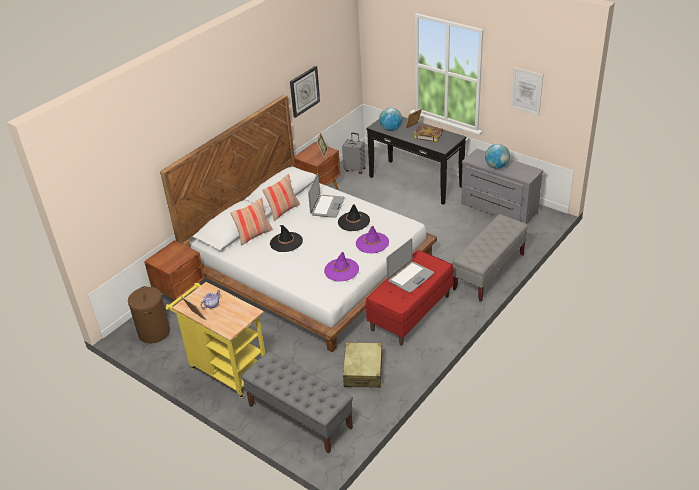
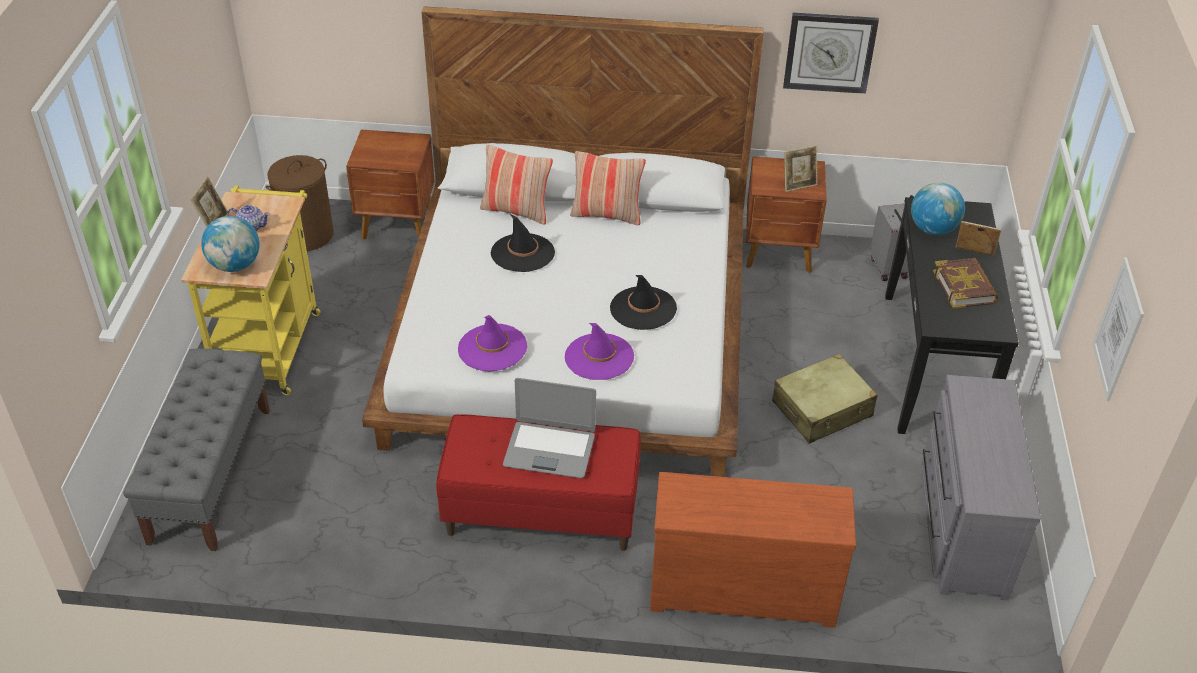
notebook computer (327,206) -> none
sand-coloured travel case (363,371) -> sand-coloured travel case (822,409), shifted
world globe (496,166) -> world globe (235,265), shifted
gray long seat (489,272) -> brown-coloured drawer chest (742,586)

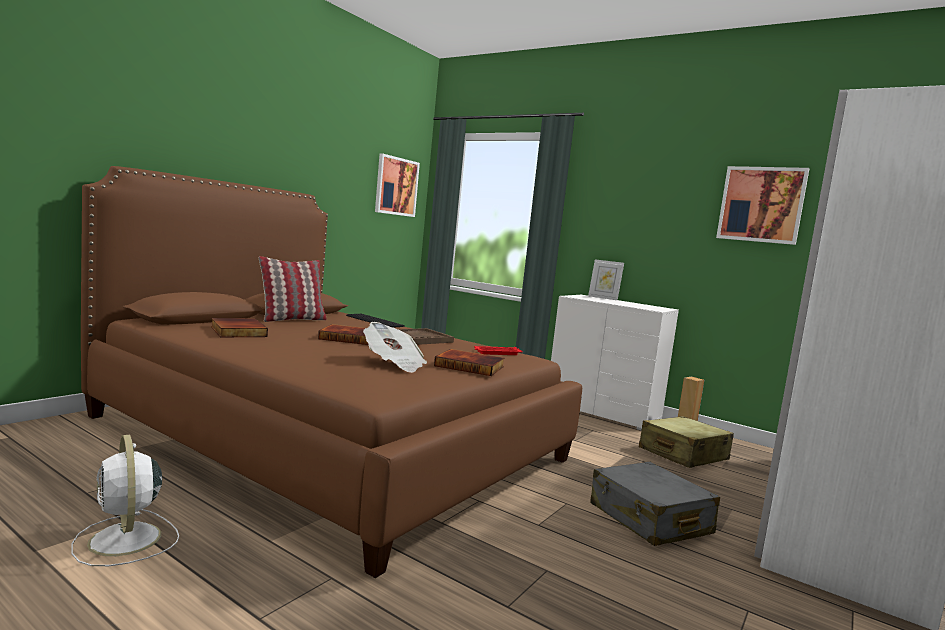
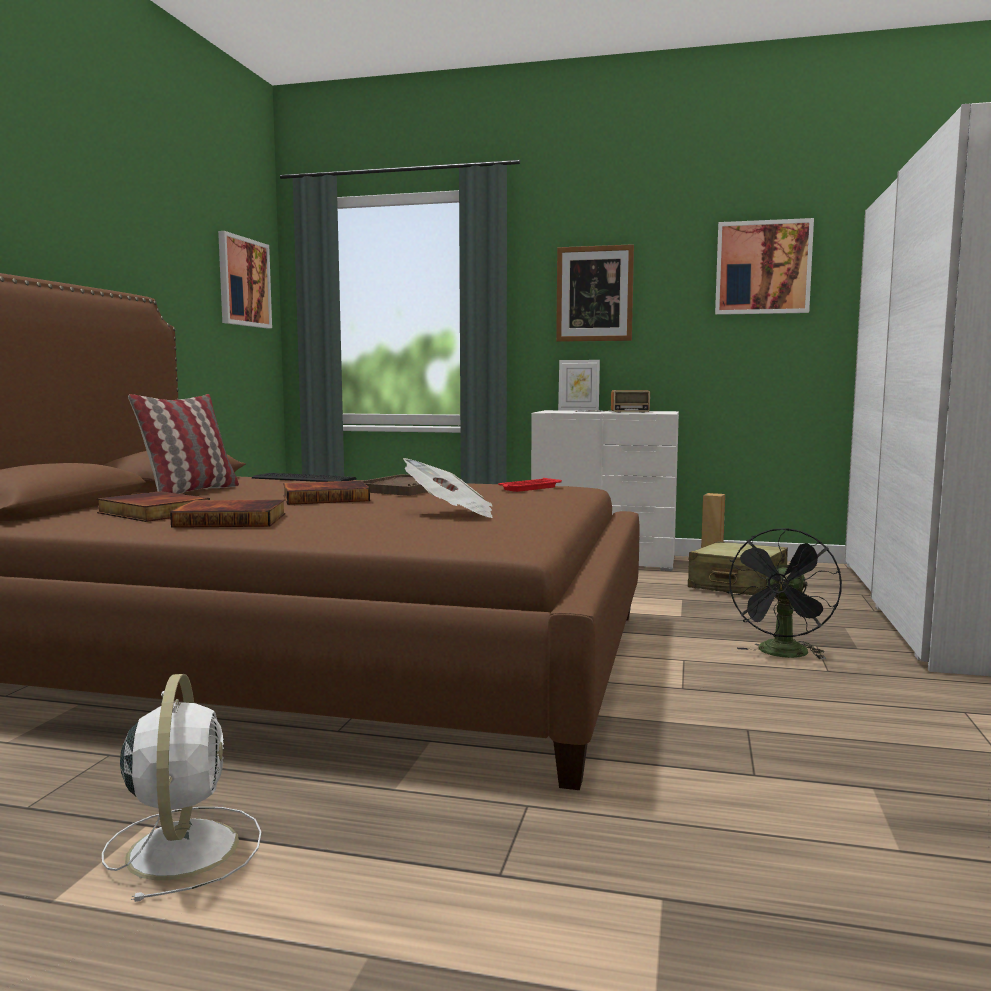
none -> wall art (594,294)
none -> radio receiver (609,411)
book (470,366) -> book (232,520), shifted
gray travel case (649,519) -> black-coloured cooling fan (783,655)
white cooling fan (125,540) -> white cooling fan (184,847), 135 degrees counterclockwise

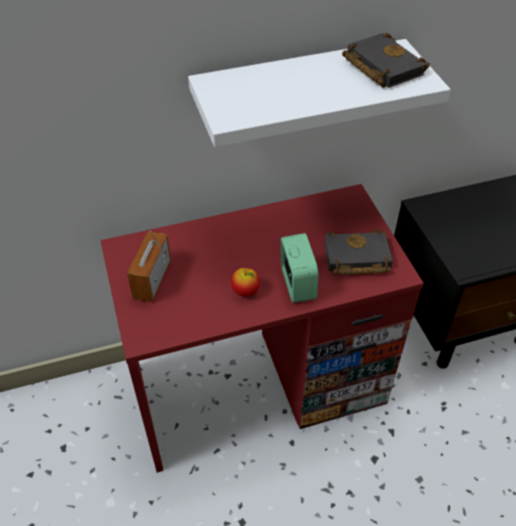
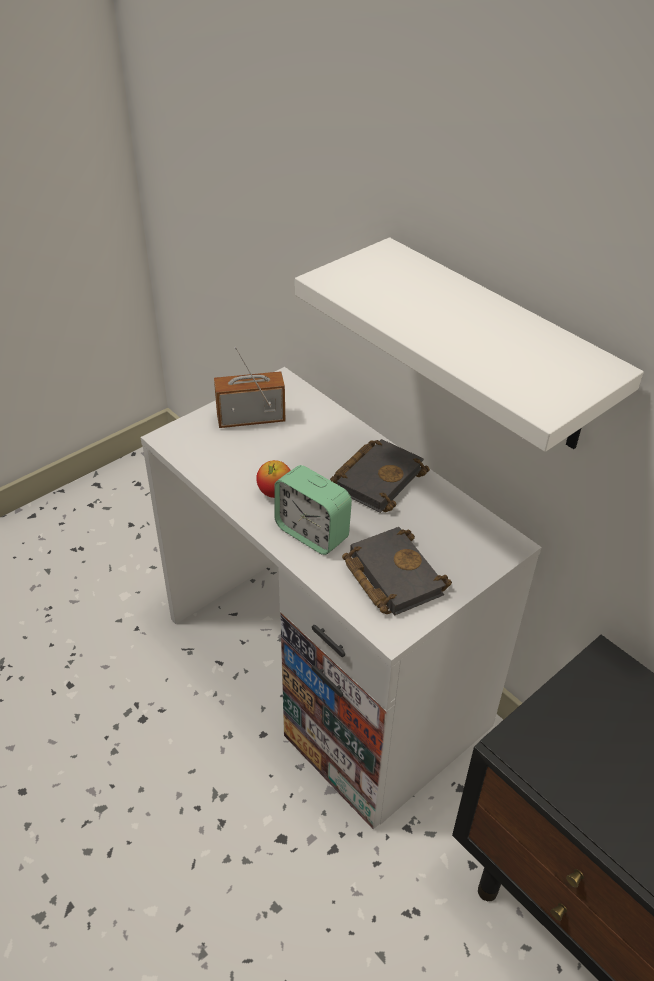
black-coloured book (380,66) -> black-coloured book (378,478), shifted
red desk unit (257,384) -> white desk unit (325,669)
bedside clock (297,284) -> bedside clock (312,533), 75 degrees clockwise

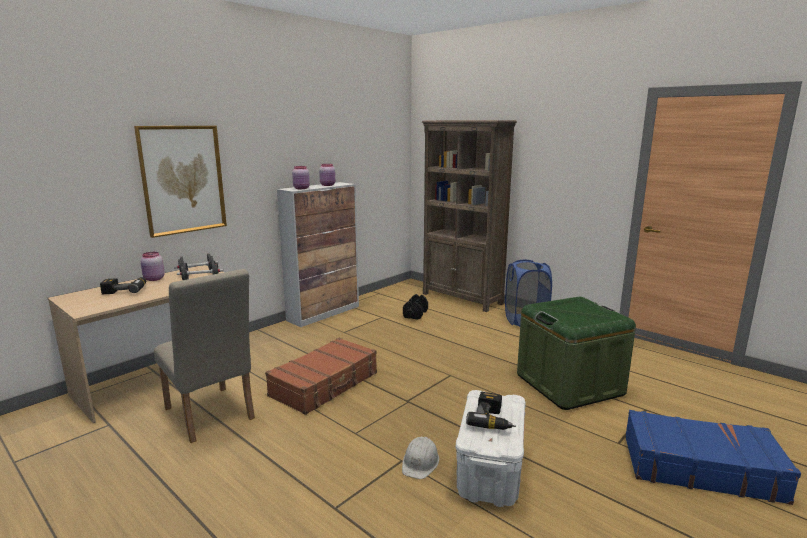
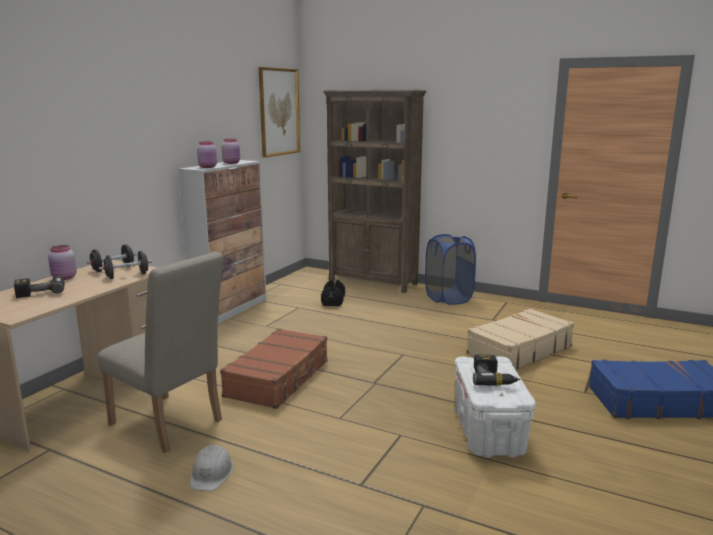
wall art (183,179) -> wall art (279,112), shifted
white hard hat (420,462) -> white hard hat (211,473), shifted
green storage box (569,384) -> sand-coloured travel case (518,349)

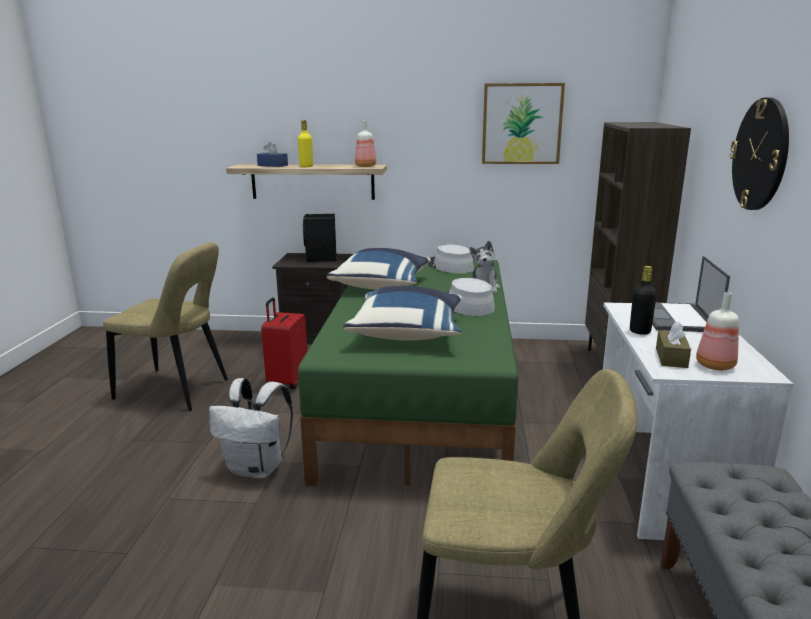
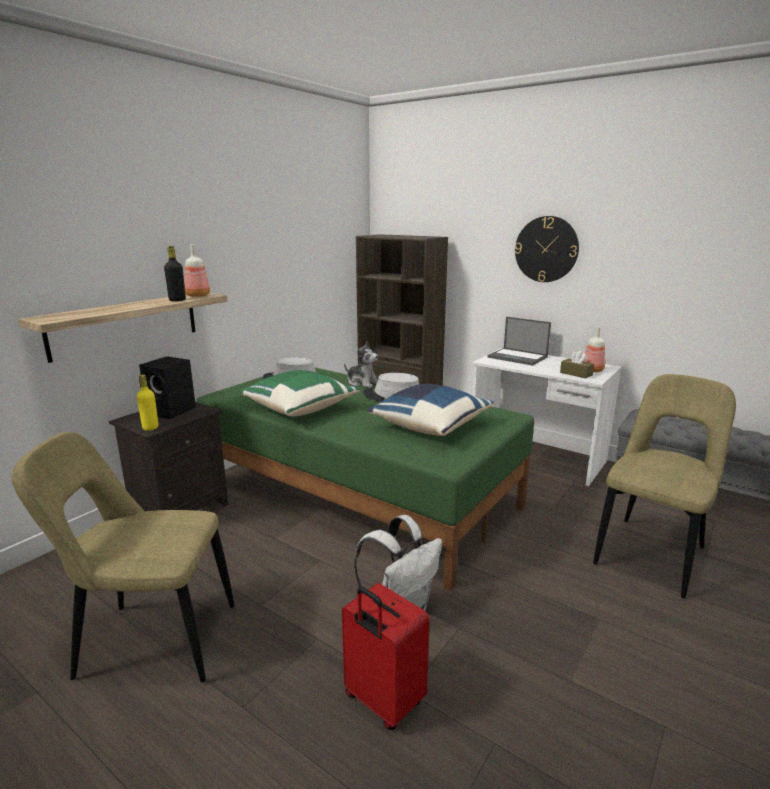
bluish tissue holder (272,165) -> none
wall art (521,124) -> none
red travel case (287,381) -> red travel case (382,701), shifted
yellow bottle (306,166) -> yellow bottle (150,427), shifted
black-coloured bottle (640,331) -> black-coloured bottle (177,300), shifted
bluish pillow (382,286) -> green pillow (299,409)
sand-coloured chair (177,390) -> sand-coloured chair (151,641), 135 degrees counterclockwise

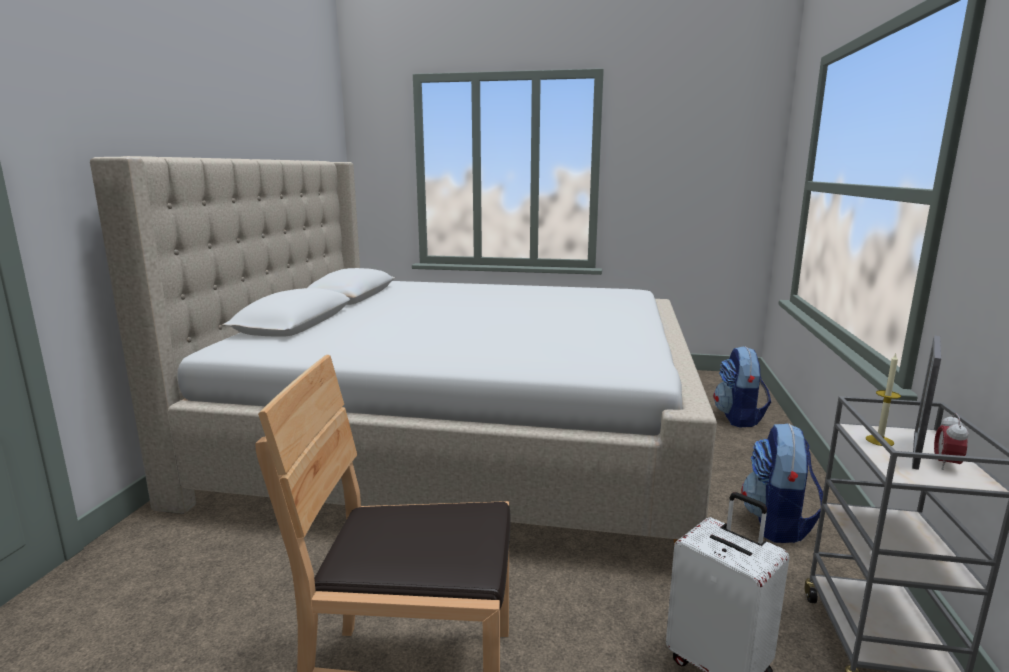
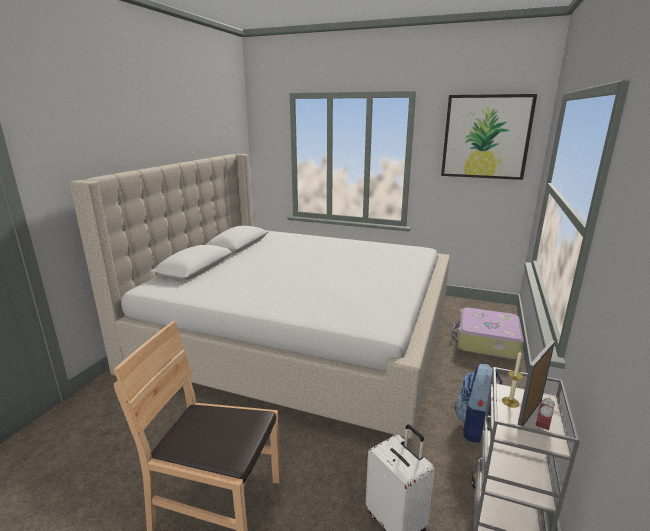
none -> wall art (486,137)
backpack (739,418) -> travel case (486,341)

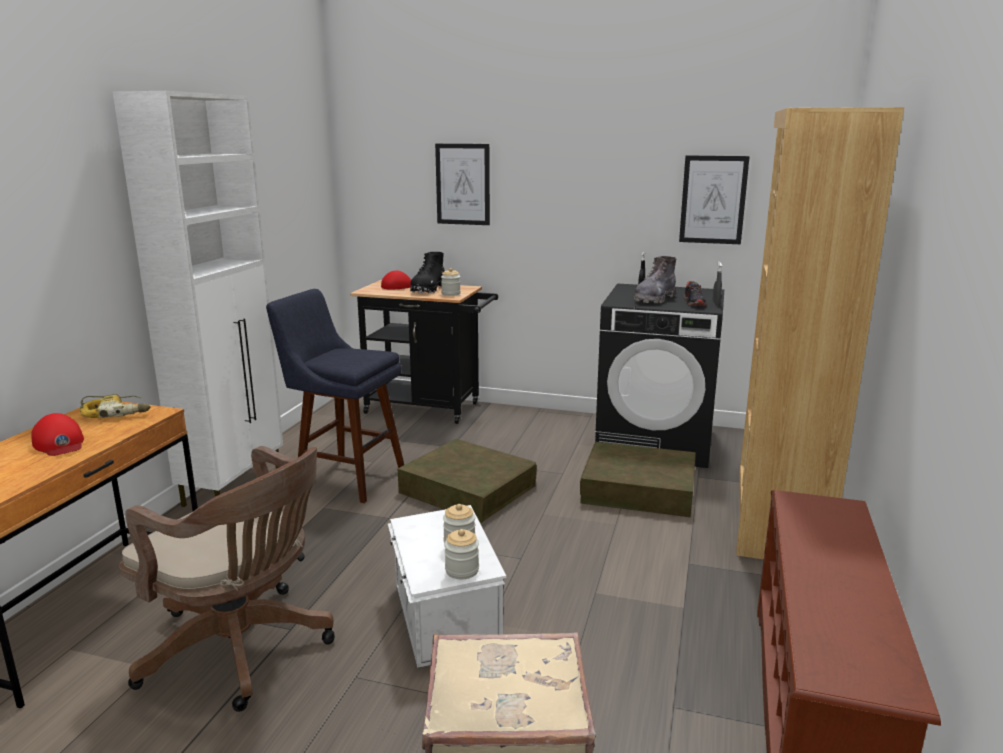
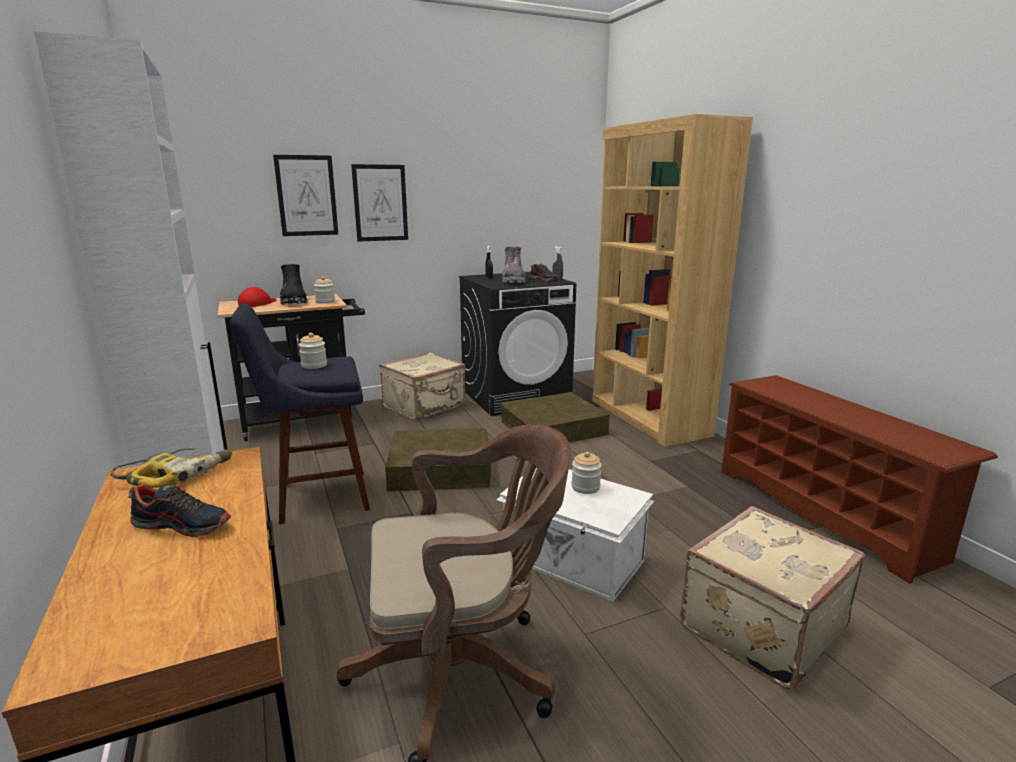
none -> sand-coloured travel case (425,407)
jar (462,570) -> jar (314,365), shifted
wall art (713,200) -> wall art (380,203), shifted
red baseball cap (59,443) -> item of footwear (183,525)

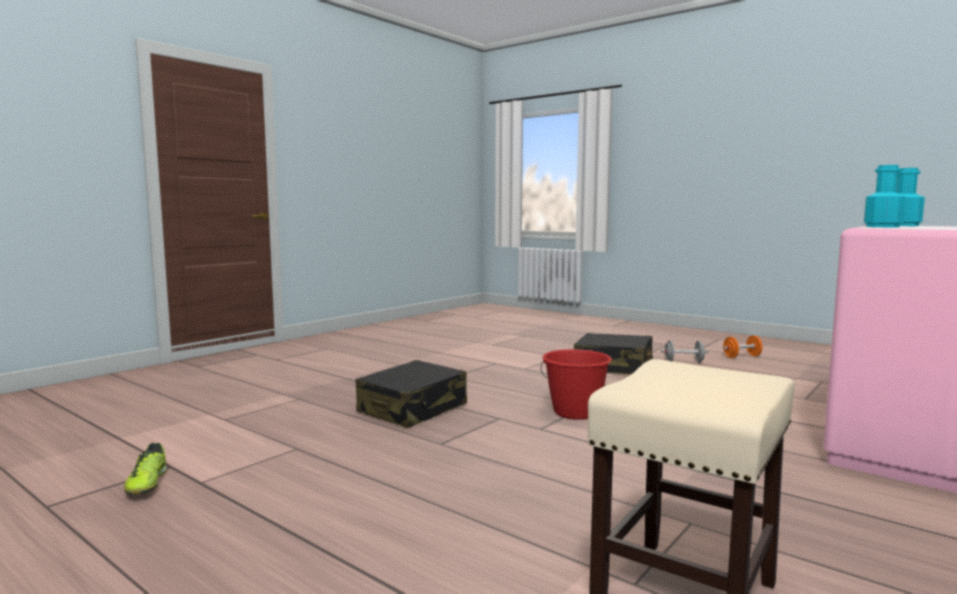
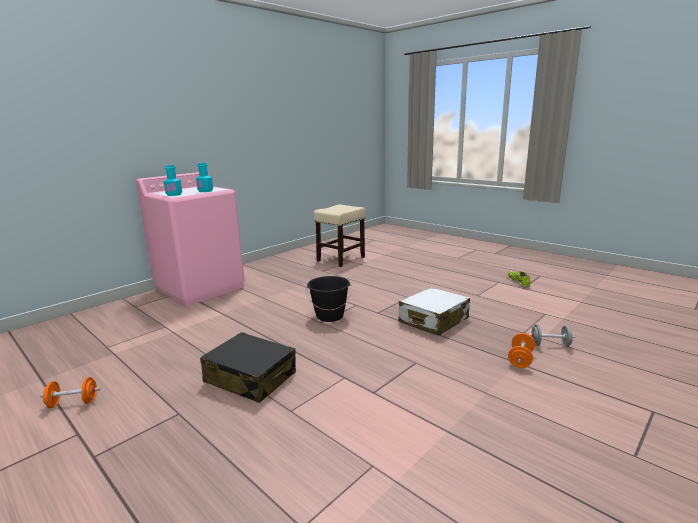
none -> orange hand weight (520,359)
gray hand weight (683,362) -> gray hand weight (550,345), shifted
black-coloured travel case (413,409) -> white travel case (433,321)
red pail (575,413) -> black-coloured pail (330,316)

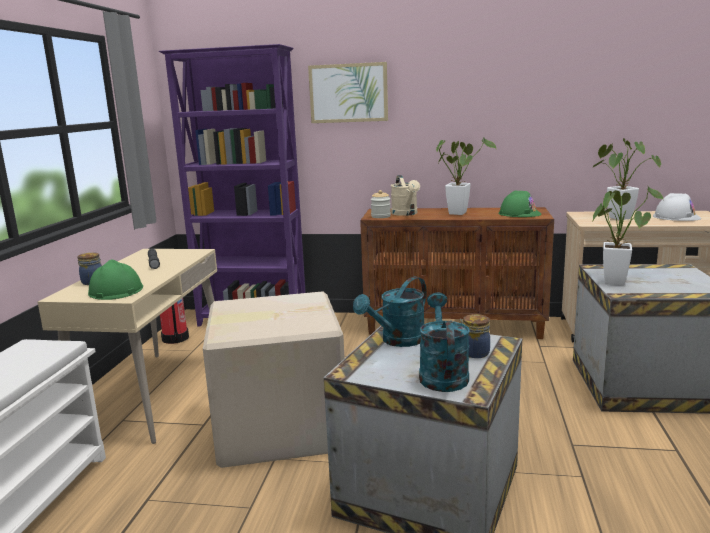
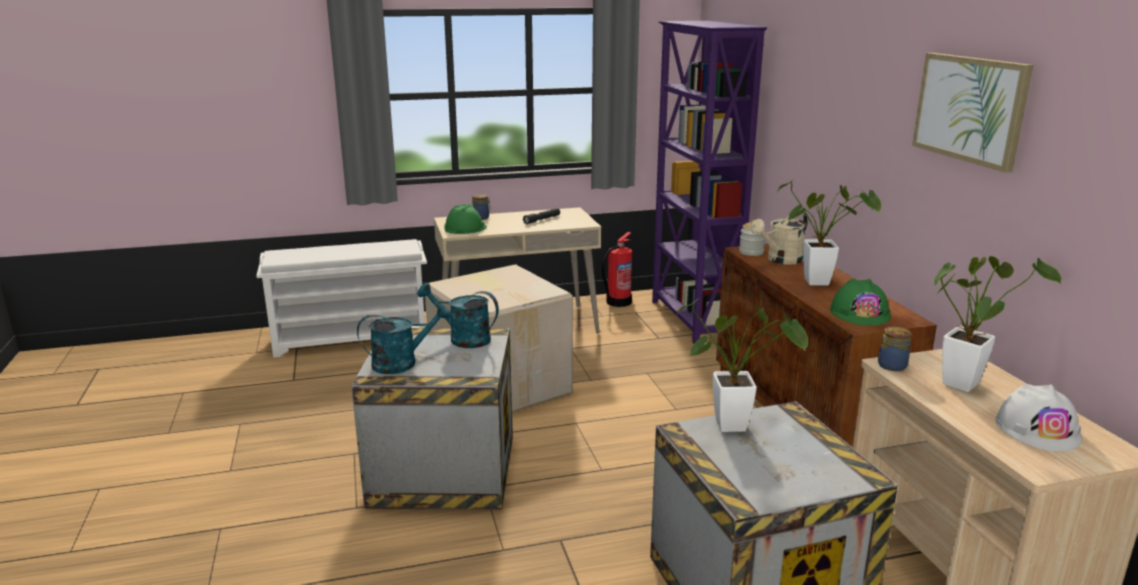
wall art (348,93) -> wall art (970,109), shifted
jar (474,353) -> jar (891,365), shifted

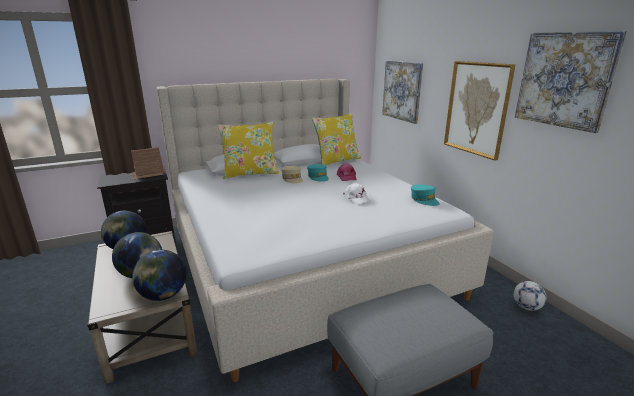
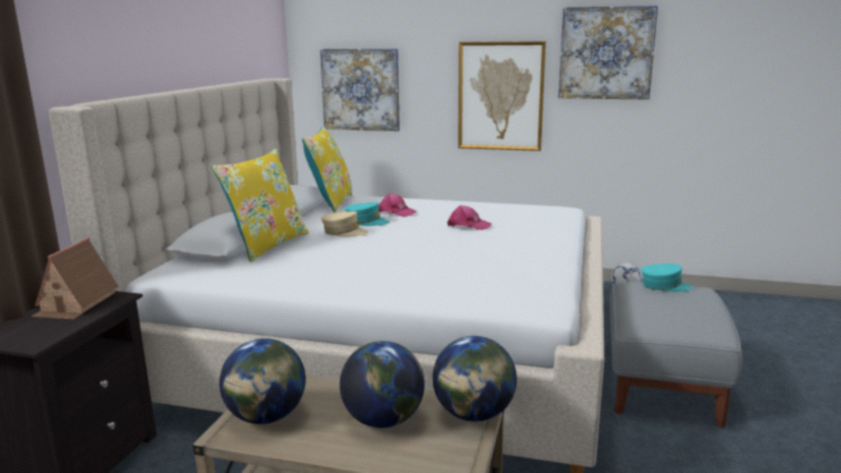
turquoise baseball cap (424,200) -> turquoise baseball cap (665,286), shifted
white baseball cap (356,198) -> pinkish baseball cap (468,225)

